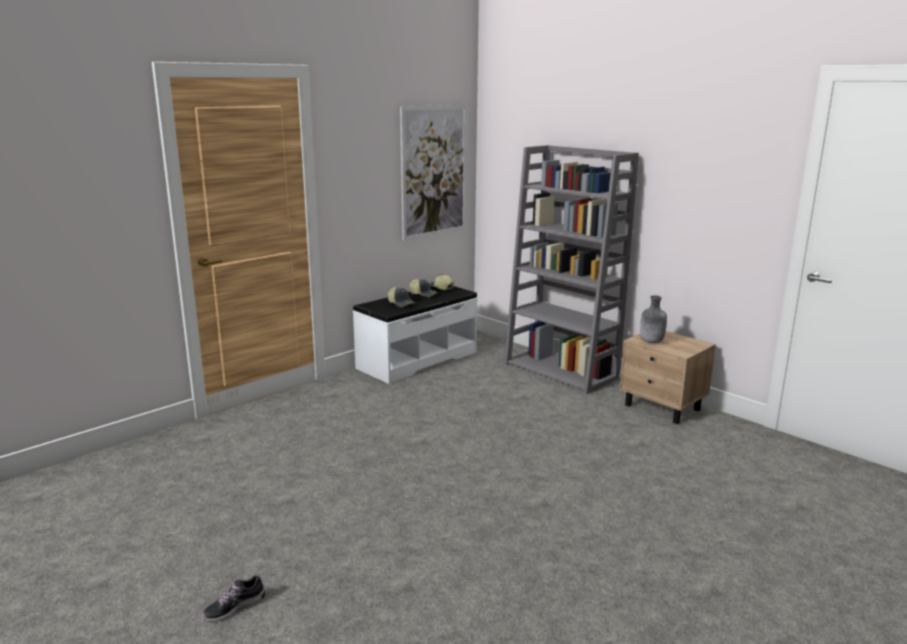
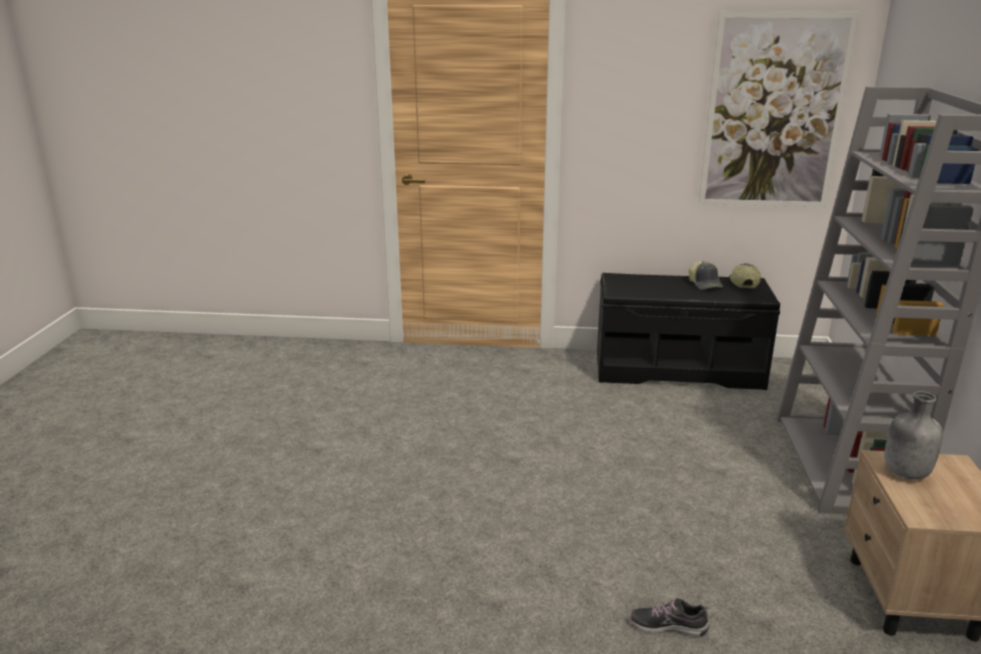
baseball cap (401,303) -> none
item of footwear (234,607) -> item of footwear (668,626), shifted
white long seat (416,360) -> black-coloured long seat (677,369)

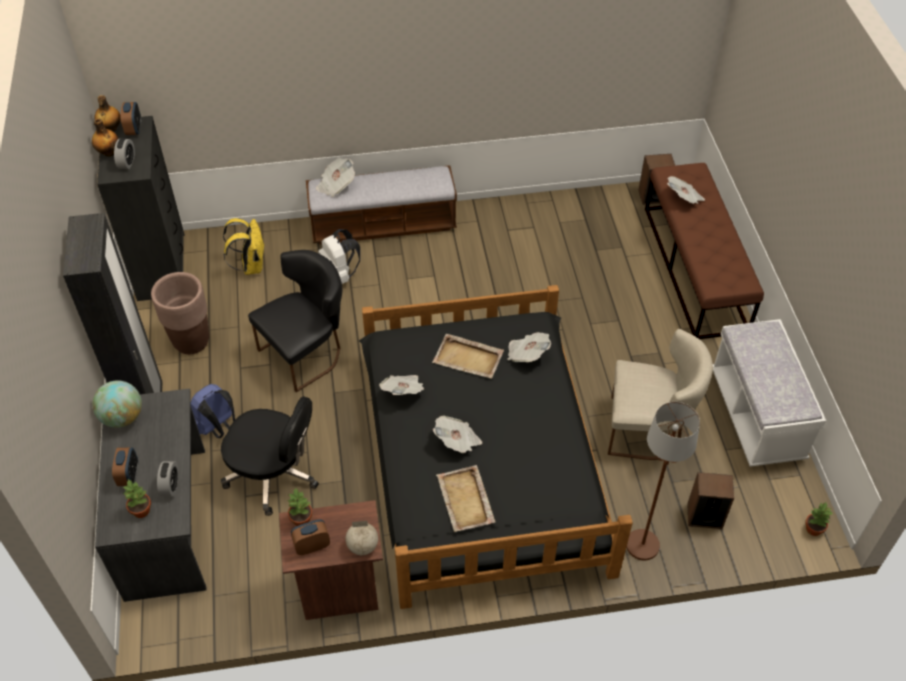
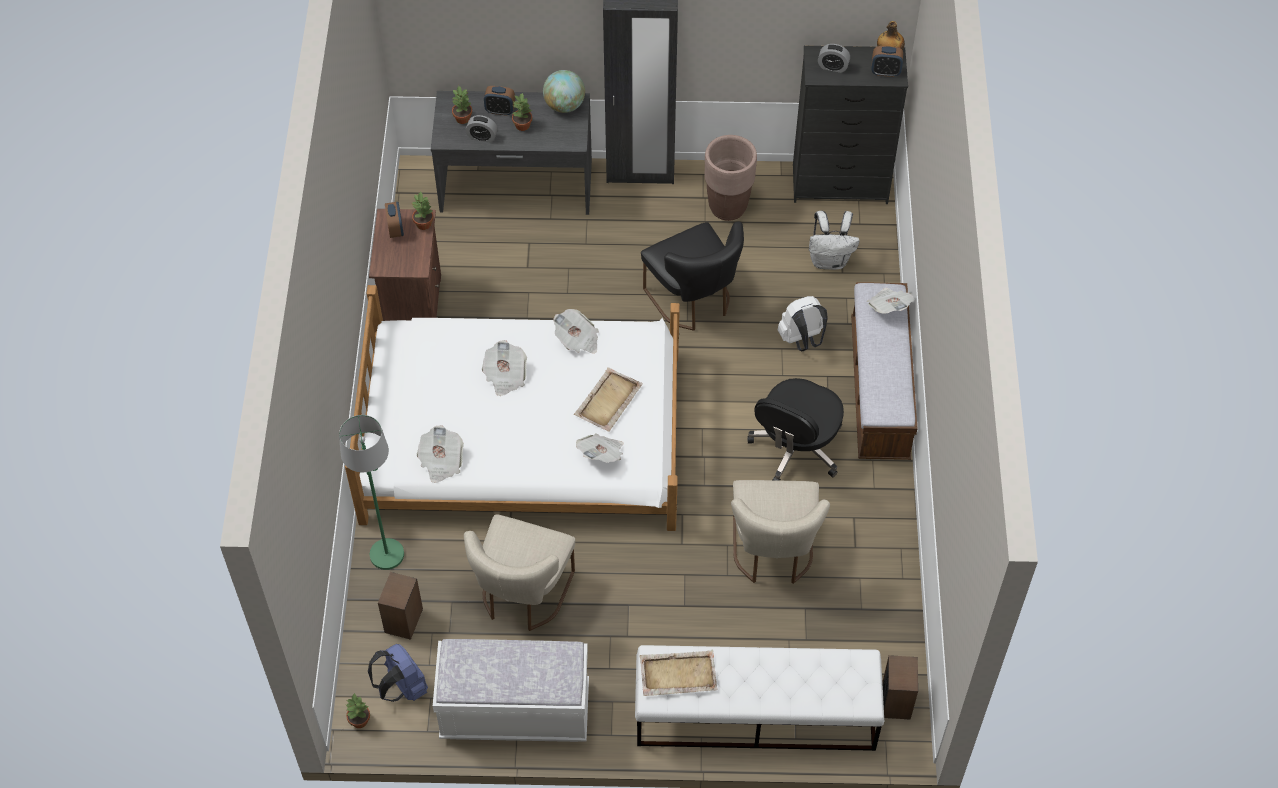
bottle (109,152) -> none
world globe (362,546) -> none
none -> potted plant (522,125)
none -> sand-coloured chair (773,553)
bluish backpack (217,427) -> bluish backpack (402,687), shifted
black-coloured computer chair (274,474) -> black-coloured computer chair (795,448), shifted
sand-coloured carrying tray (465,500) -> sand-coloured carrying tray (677,674), shifted
daily paper (684,198) -> daily paper (441,462), shifted
yellow backpack (251,266) -> white backpack (829,260)
black-coloured sleeping bed (482,458) -> white sleeping bed (524,435)
brown-coloured standard lamp (642,545) -> green standard lamp (386,554)
brown-coloured long seat (695,268) -> white long seat (755,714)

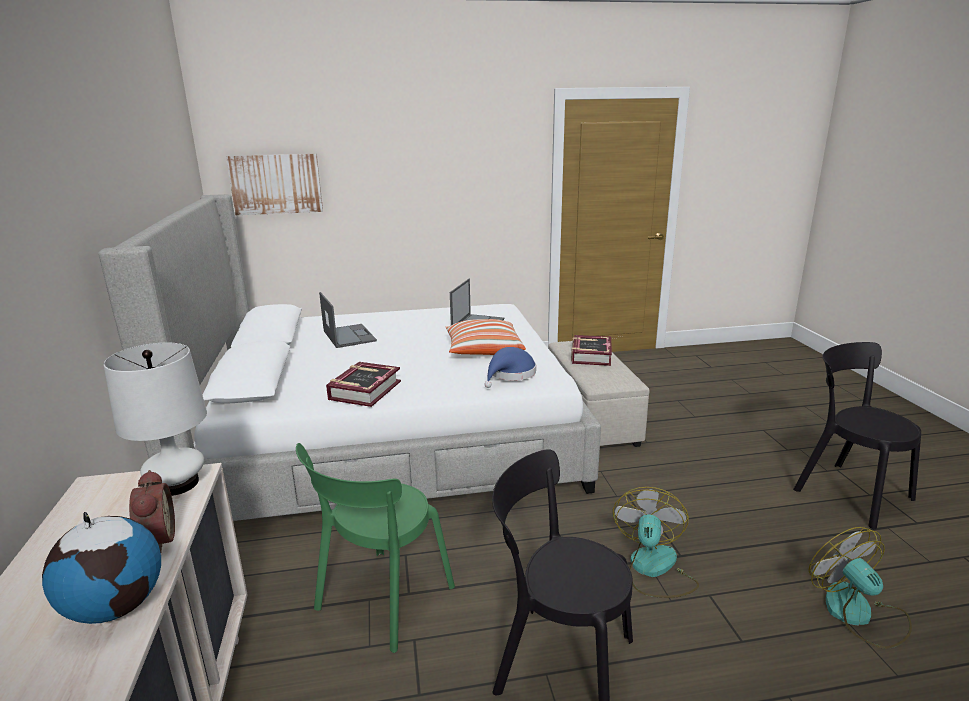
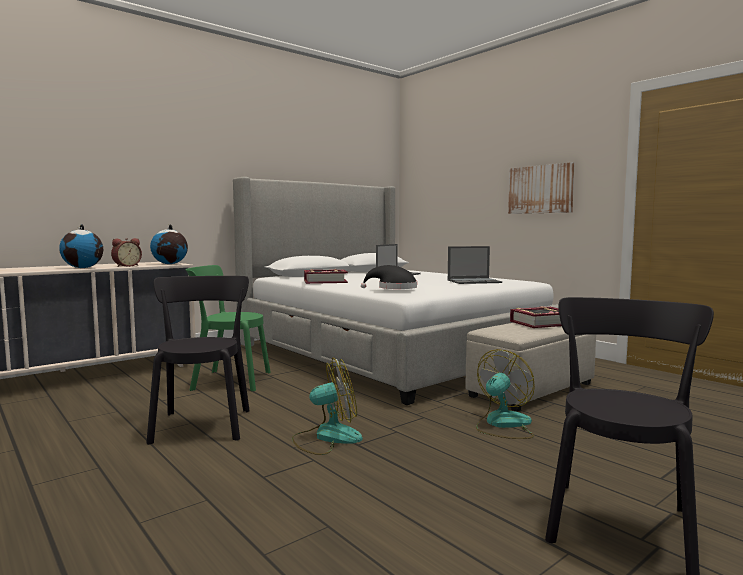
pillow (483,350) -> none
wall art (276,184) -> wall art (540,189), shifted
cooling fan (858,614) -> cooling fan (503,424), shifted
white lamp for a table (177,484) -> world globe (170,264)
bluish clothing hat (510,374) -> black-coloured clothing hat (394,288)

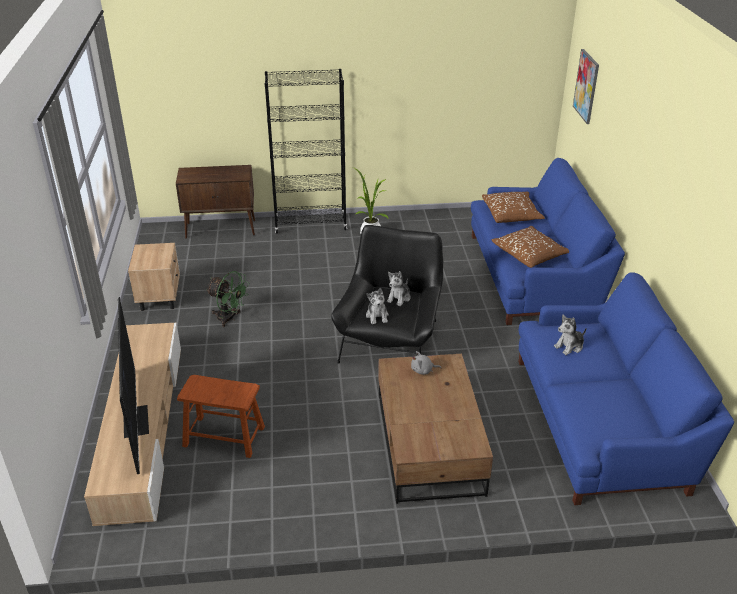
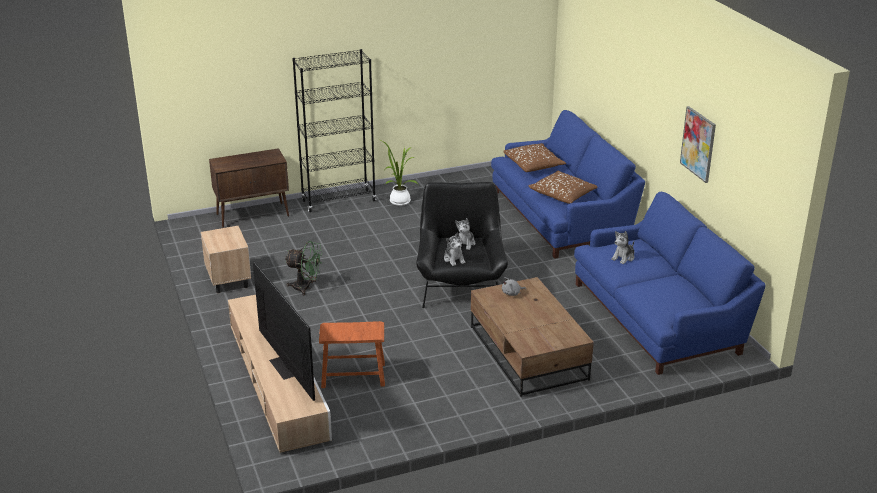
wall art (586,86) -> wall art (698,144), shifted

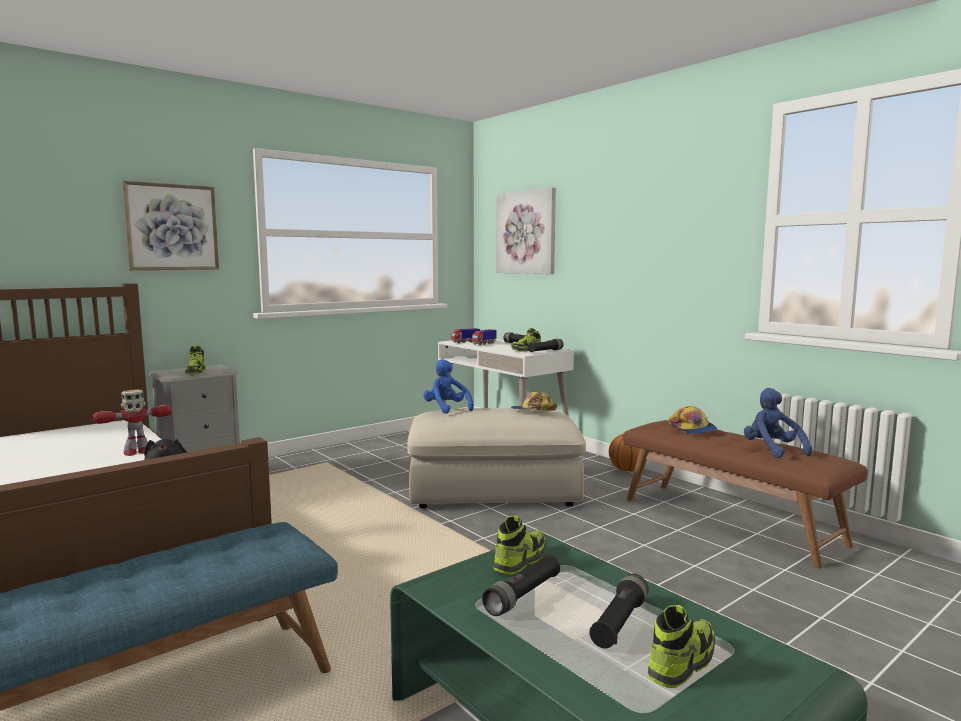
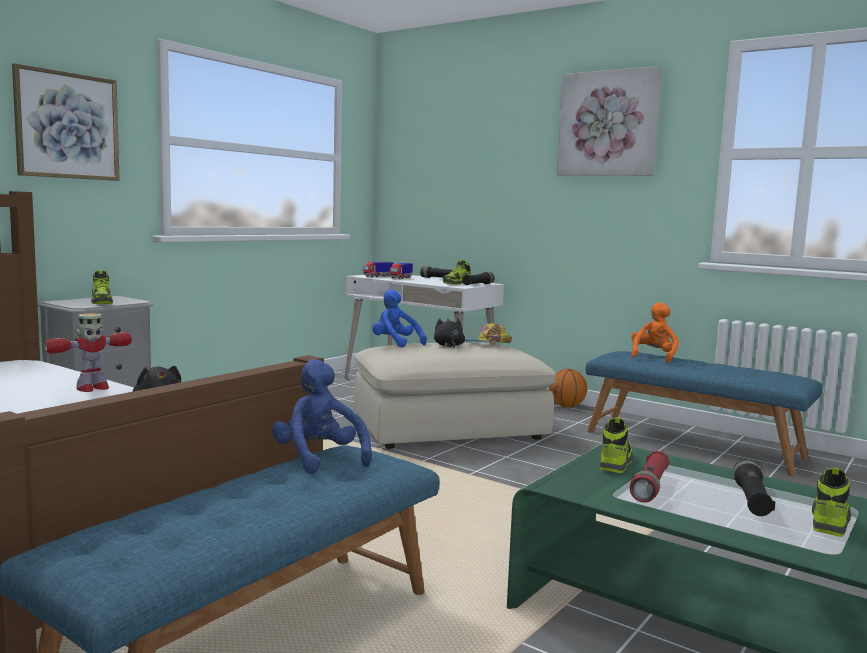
none -> black-coloured soft toy (448,346)
wall art (526,232) -> wall art (608,124), shifted
bluish soft toy (772,450) -> bluish soft toy (319,459), shifted
baseball cap (692,429) -> orange soft toy (653,357)
black-coloured torch (523,596) -> red torch (650,487)
brown-coloured long seat (730,520) -> bluish long seat (693,444)

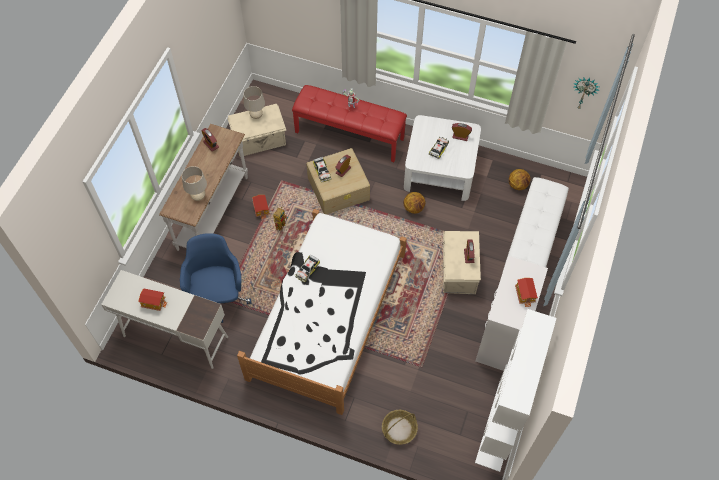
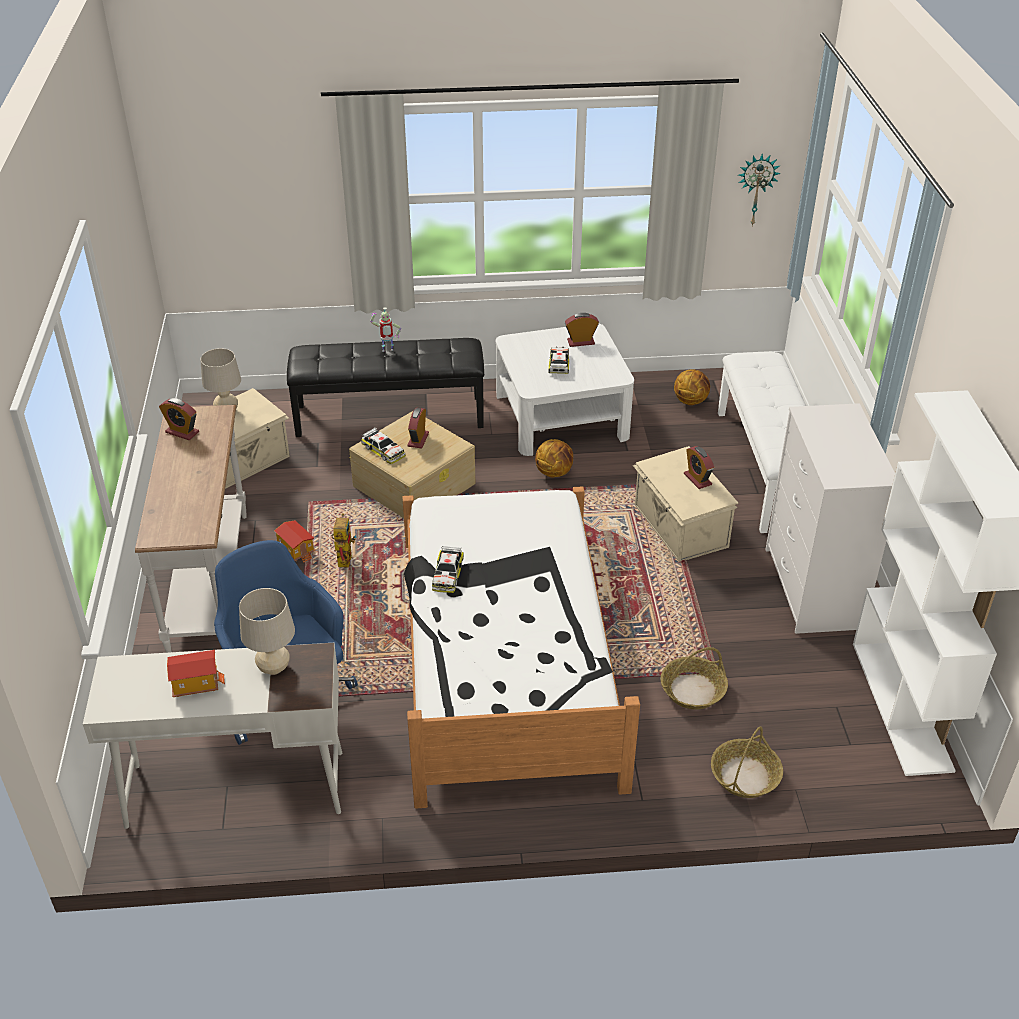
toy house (525,294) -> none
none -> household basket (692,690)
sand-coloured lamp for a table (198,197) -> sand-coloured lamp for a table (273,668), shifted
red long seat (350,135) -> black-coloured long seat (390,415)

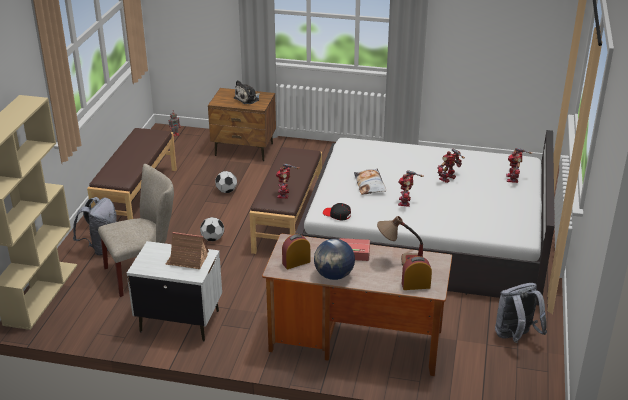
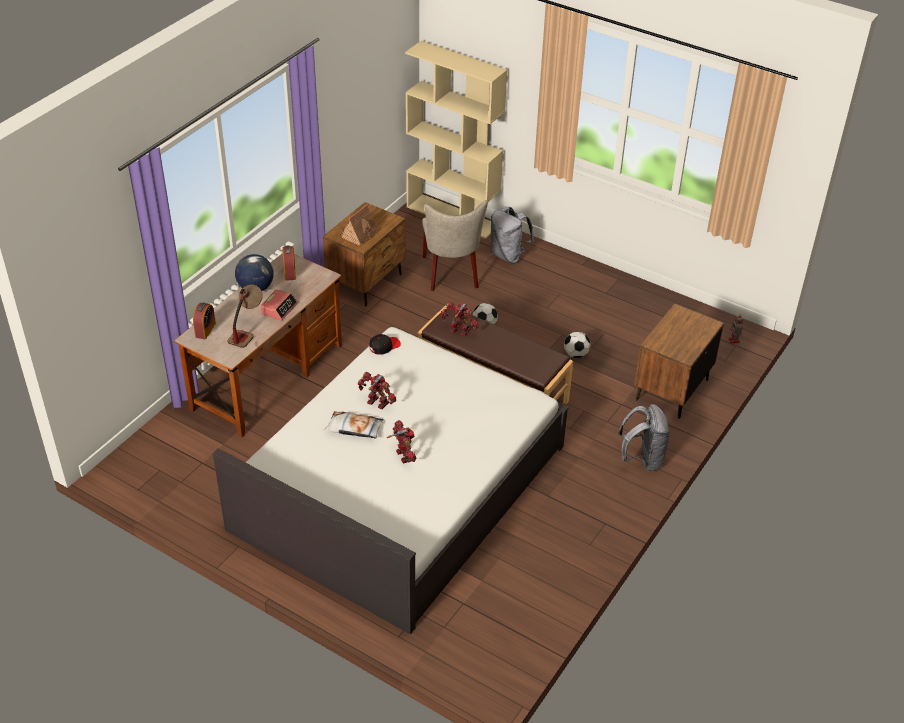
brown-coloured long seat (136,197) -> none
soft toy (248,99) -> none
toy robot (513,178) -> none
pillow (370,185) -> pillow (354,428), shifted
gray backpack (515,337) -> gray backpack (642,459), shifted
white night table (179,321) -> brown-coloured night table (367,282)

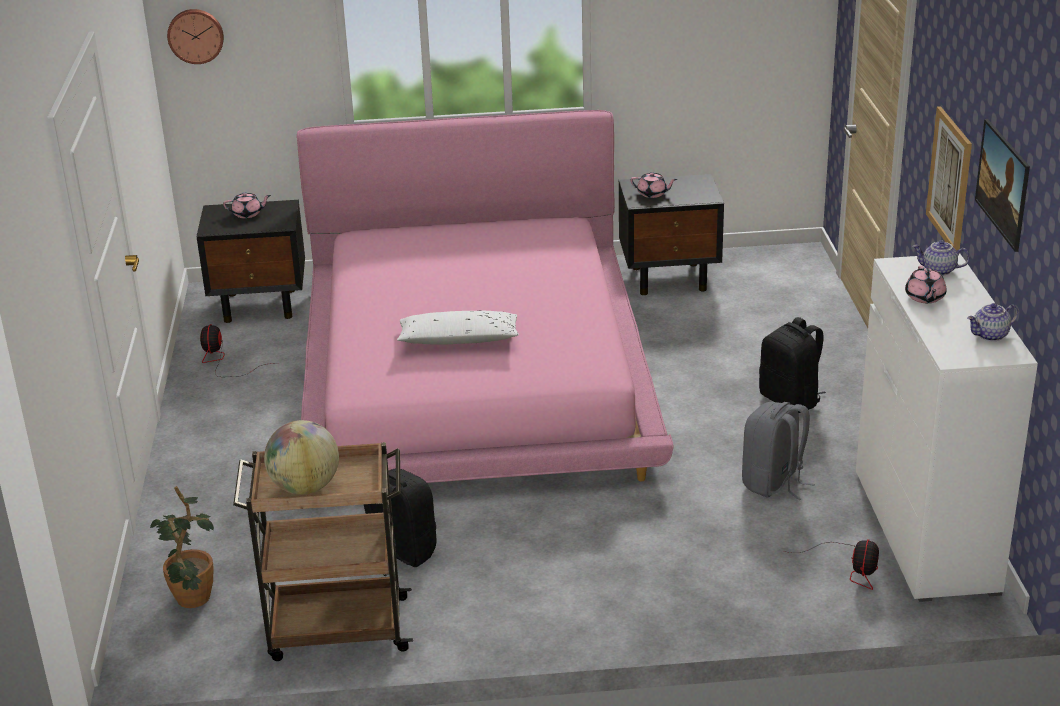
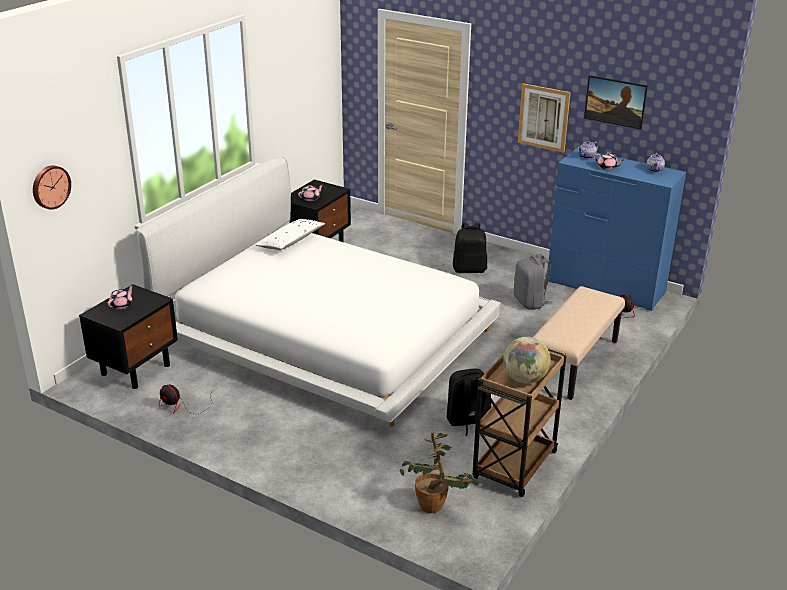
none -> sand-coloured long seat (574,363)
white pillow (459,340) -> white pillow (290,241), shifted
pinkish sleeping bed (474,373) -> white sleeping bed (325,334)
white drawer chest (925,531) -> bluish drawer chest (605,287)

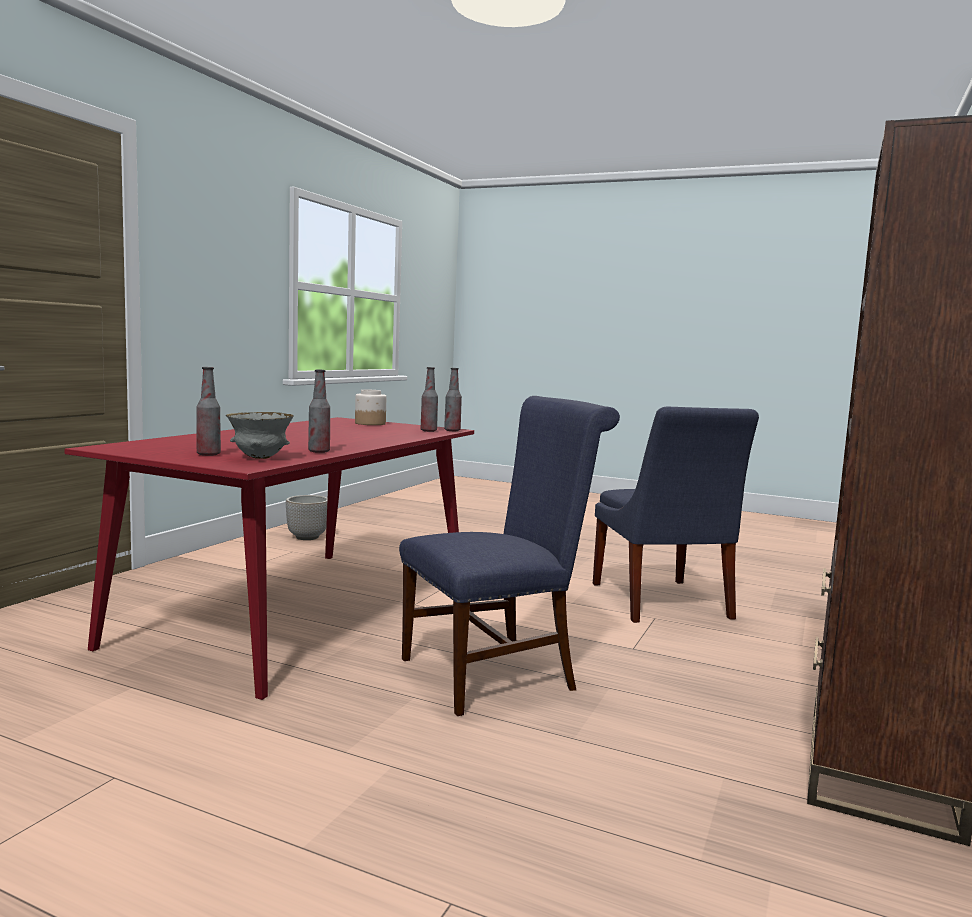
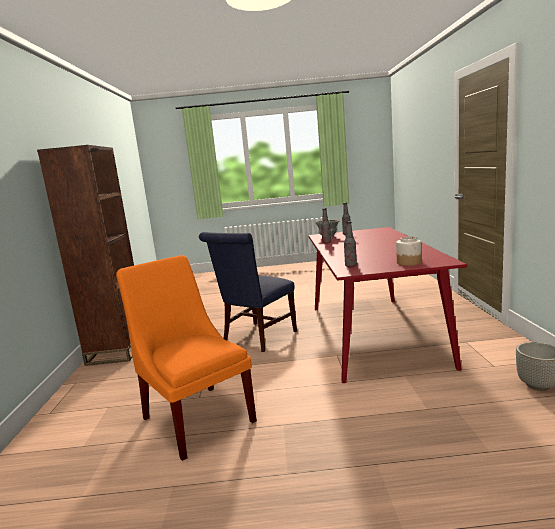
bottle (452,430) -> none
bluish chair (661,603) -> orange chair (196,416)

